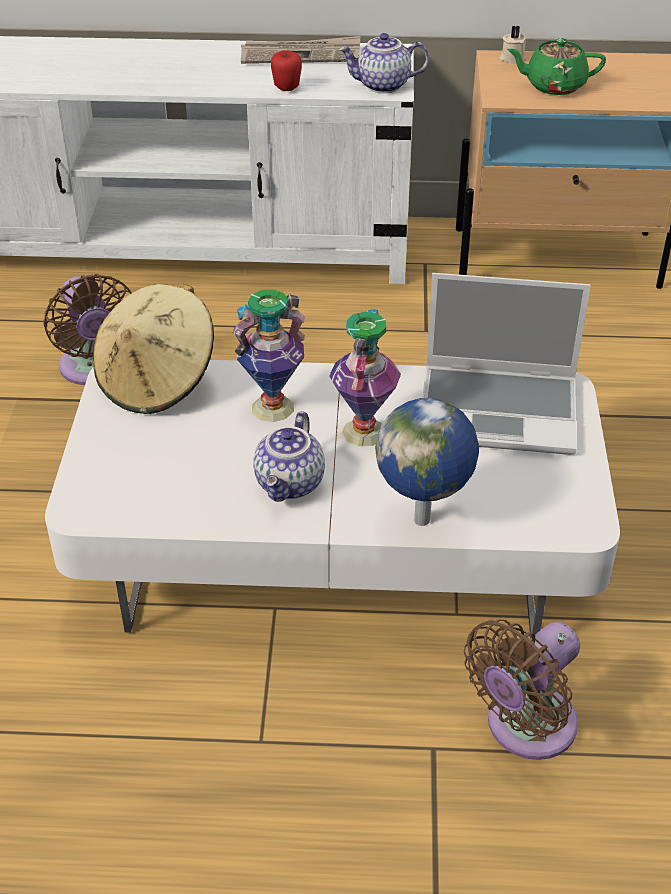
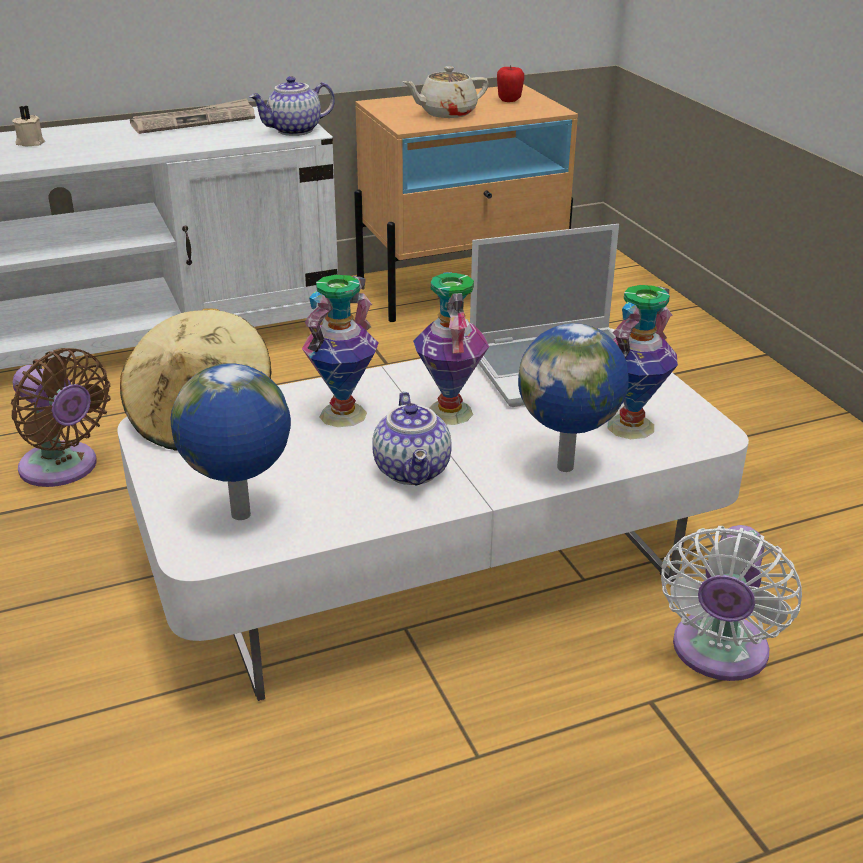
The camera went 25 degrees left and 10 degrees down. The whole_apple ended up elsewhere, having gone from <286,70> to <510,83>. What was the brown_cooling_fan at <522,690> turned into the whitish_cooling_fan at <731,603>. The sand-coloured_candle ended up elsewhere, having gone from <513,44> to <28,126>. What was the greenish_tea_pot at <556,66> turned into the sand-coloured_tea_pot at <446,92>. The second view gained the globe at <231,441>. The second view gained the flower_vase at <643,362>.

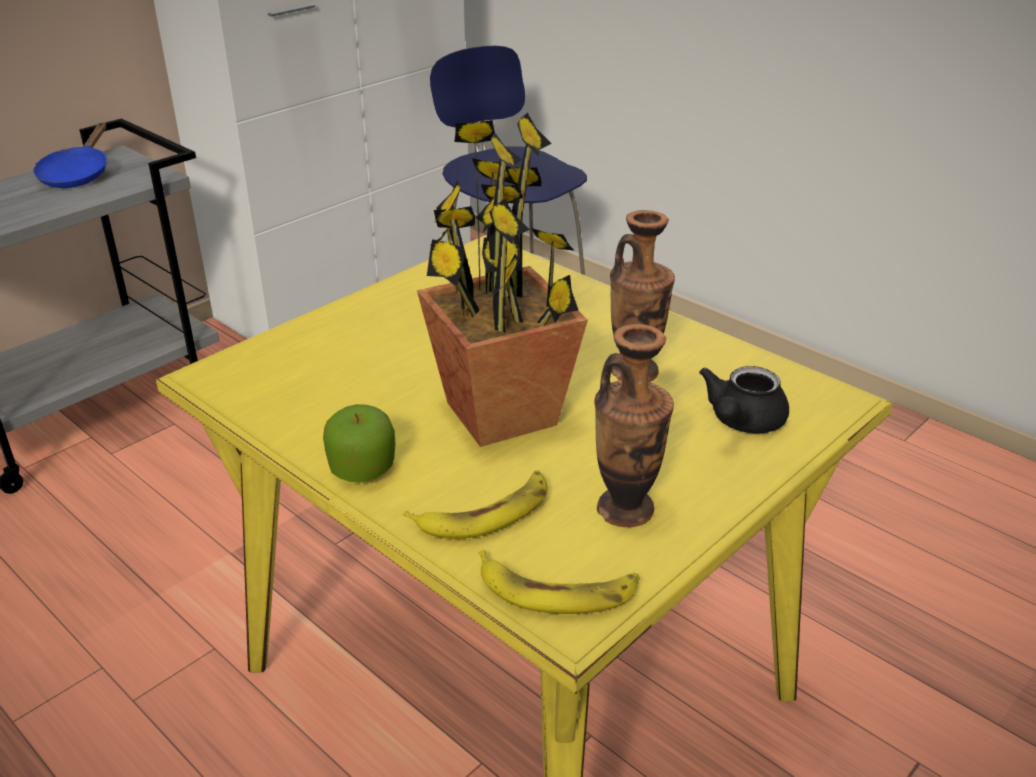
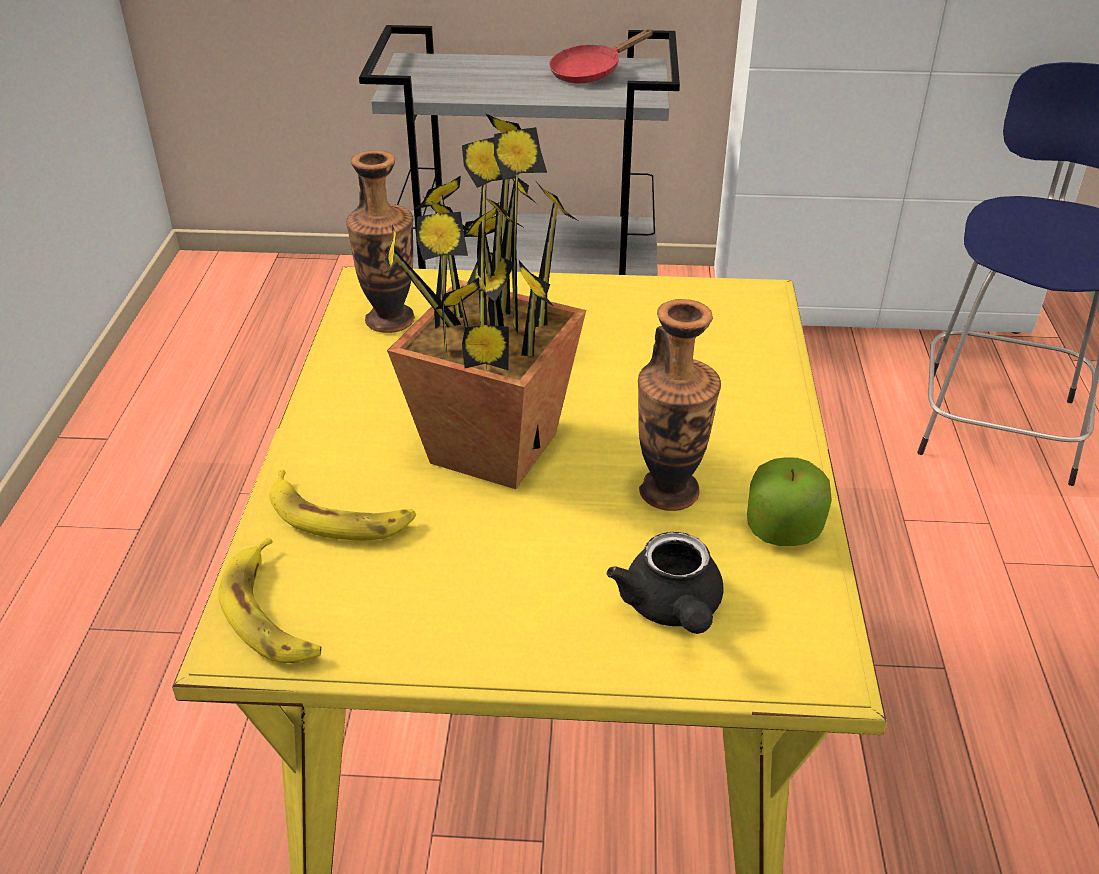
The camera went 50 degrees right and 5 degrees up. What was the bluish_pan at <70,155> turned into the red-coloured_pan at <601,56>. The whole_apple ended up elsewhere, having gone from <359,443> to <789,501>. The flower_vase ended up elsewhere, having gone from <634,425> to <380,241>. The blackish_tea_pot at <744,400> ended up facing another way, 90 degrees counterclockwise from before.

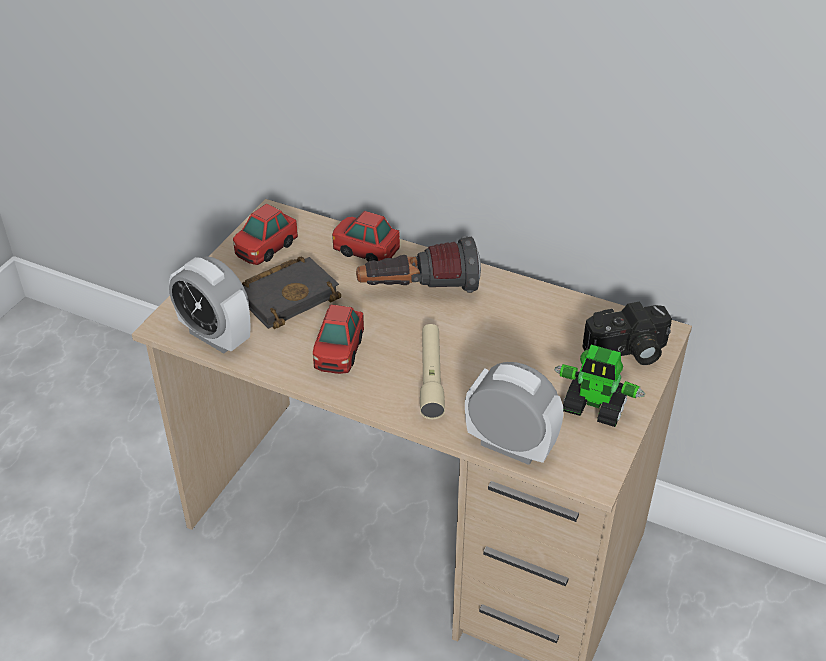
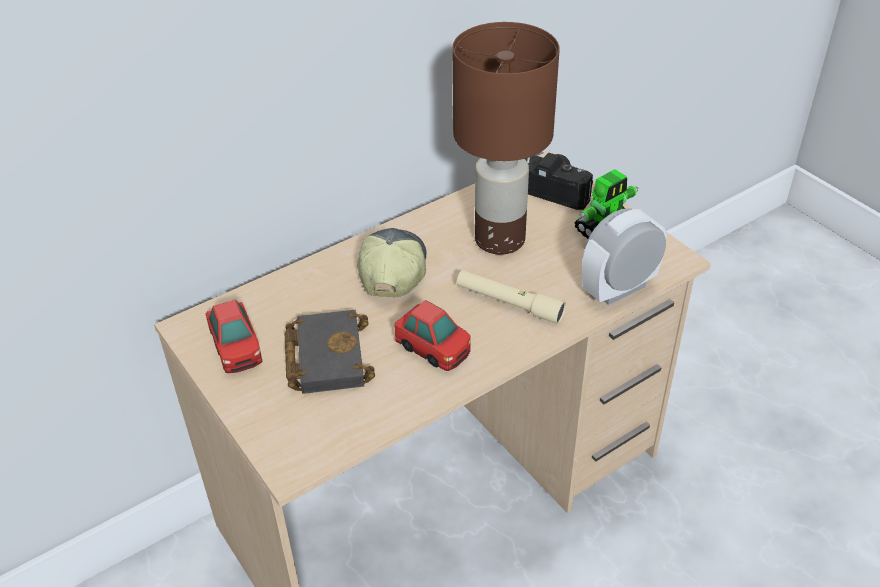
The camera went 60 degrees left and 0 degrees up. The second view lost the table_clock at <210,305>. The second view lost the model_car at <366,236>. Where the flashlight stood at <418,264>, the cap came to stand at <392,263>. The still_camera at <627,333> ended up facing another way, 75 degrees counterclockwise from before. The second view gained the brown_tabletop_lamp at <505,138>.

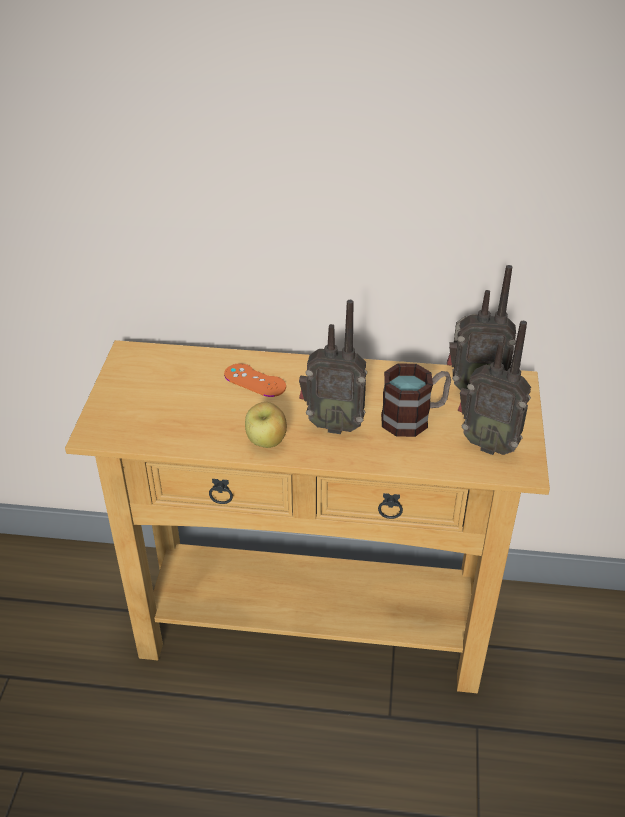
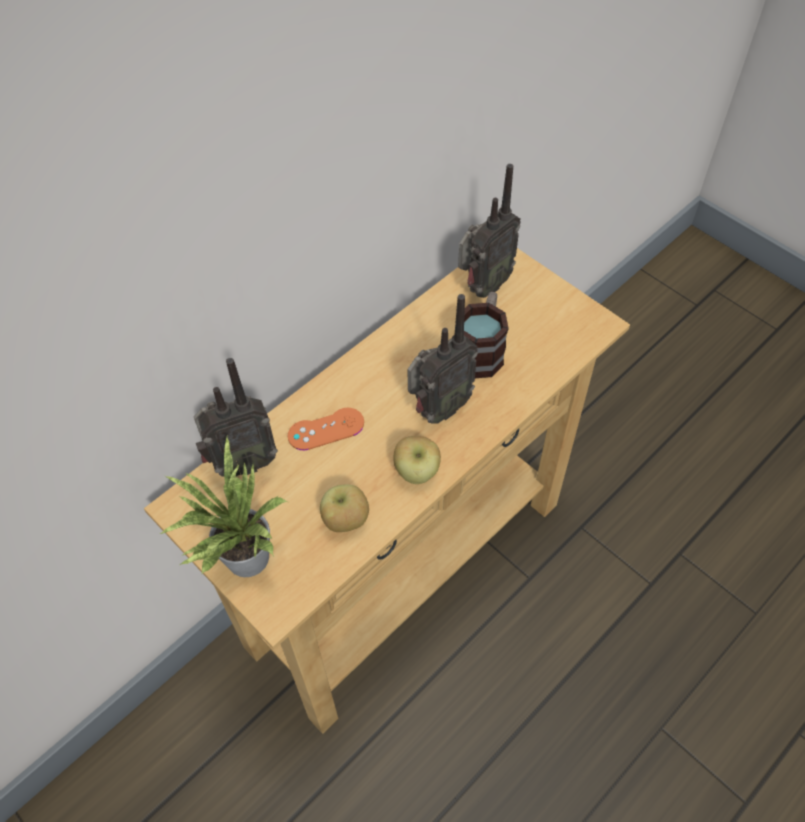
The camera went 50 degrees left and 15 degrees up. The radio_set ended up elsewhere, having gone from <494,388> to <236,417>. The second view gained the potted_plant at <223,507>. The second view gained the whole_apple at <344,508>.

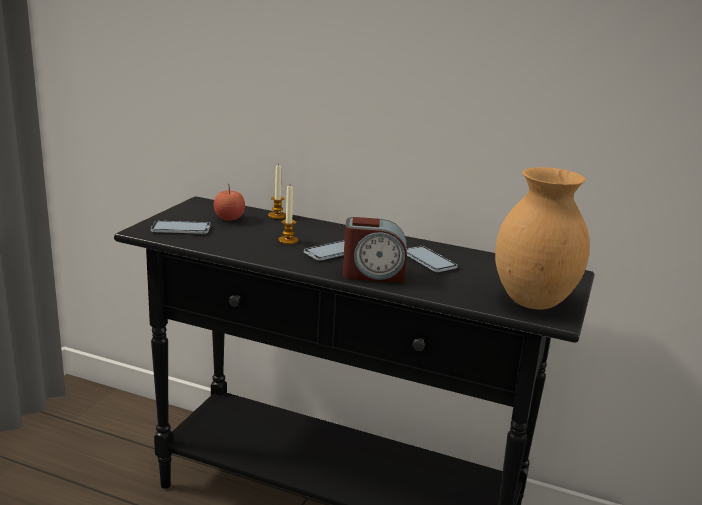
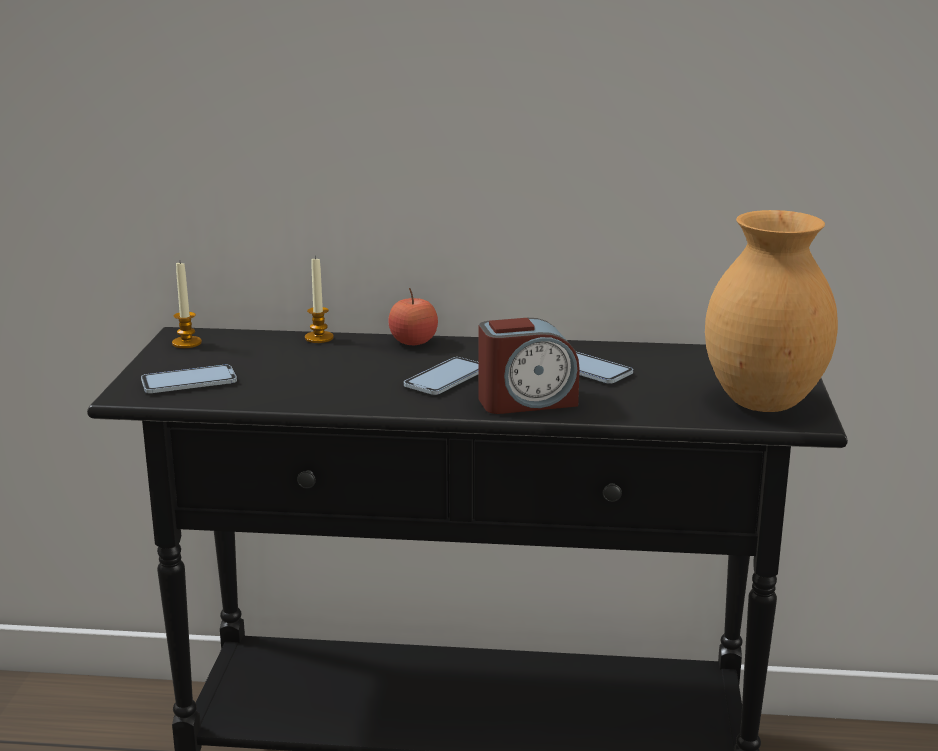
The camera went 15 degrees left and 0 degrees up. The whole_apple ended up elsewhere, having gone from <229,202> to <413,316>. The candle ended up elsewhere, having gone from <288,215> to <187,305>.

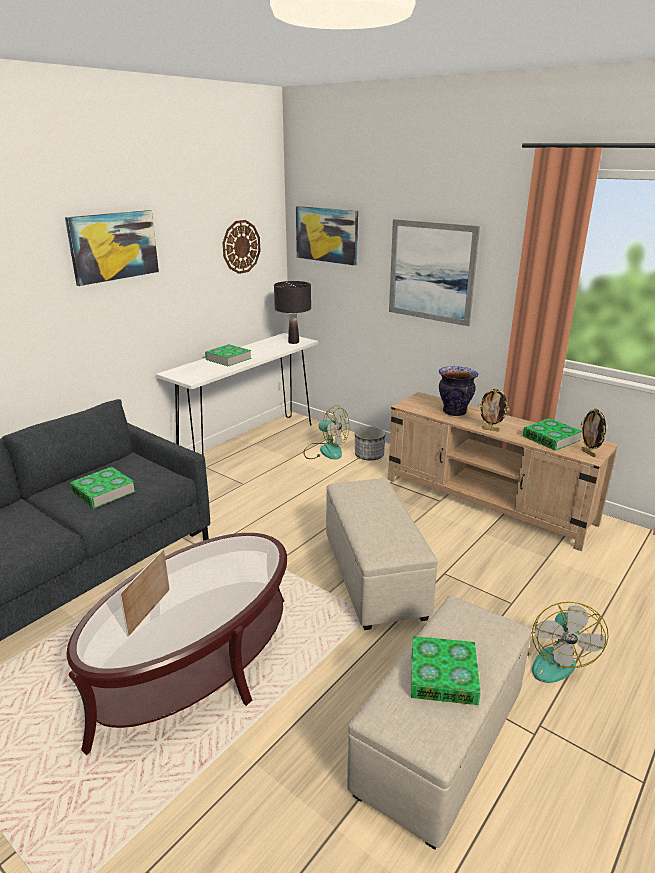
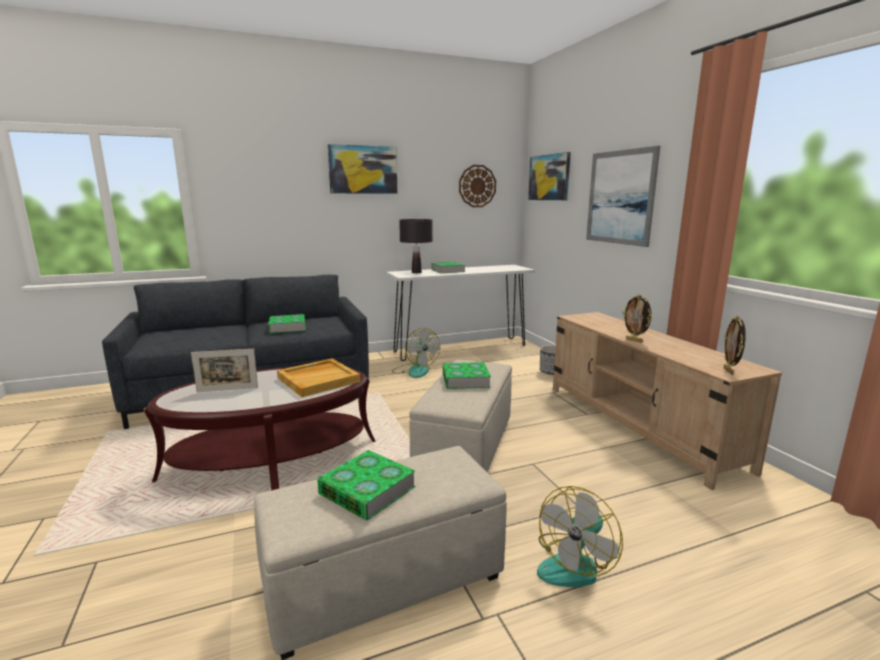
The camera went 30 degrees right and 10 degrees down. The picture_frame at <144,593> ended up facing another way, 150 degrees counterclockwise from before. The blackish_tabletop_lamp ended up elsewhere, having gone from <292,312> to <416,246>. The cooling_fan ended up elsewhere, having gone from <326,433> to <416,353>. The second view lost the flower_vase at <458,391>. The book ended up elsewhere, having gone from <552,434> to <467,375>. The second view gained the sand-coloured_tray at <318,378>.

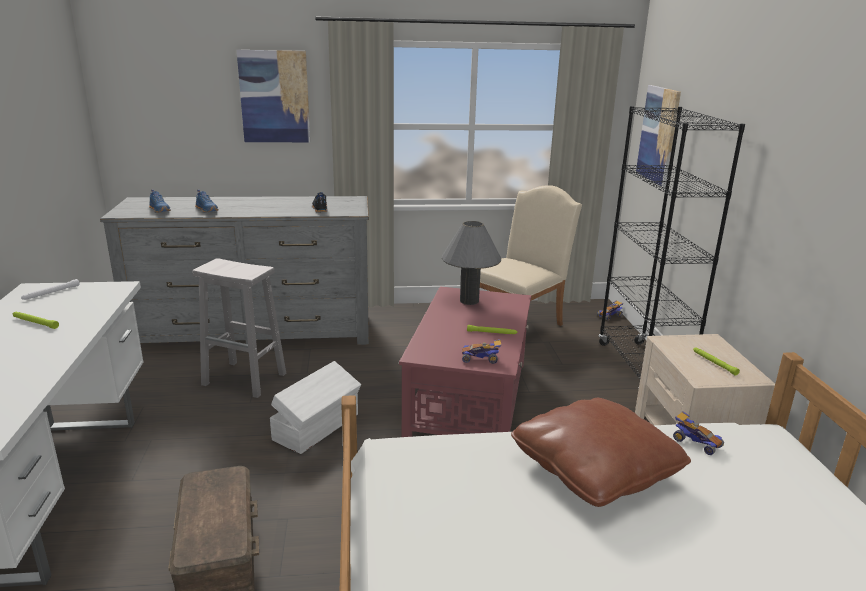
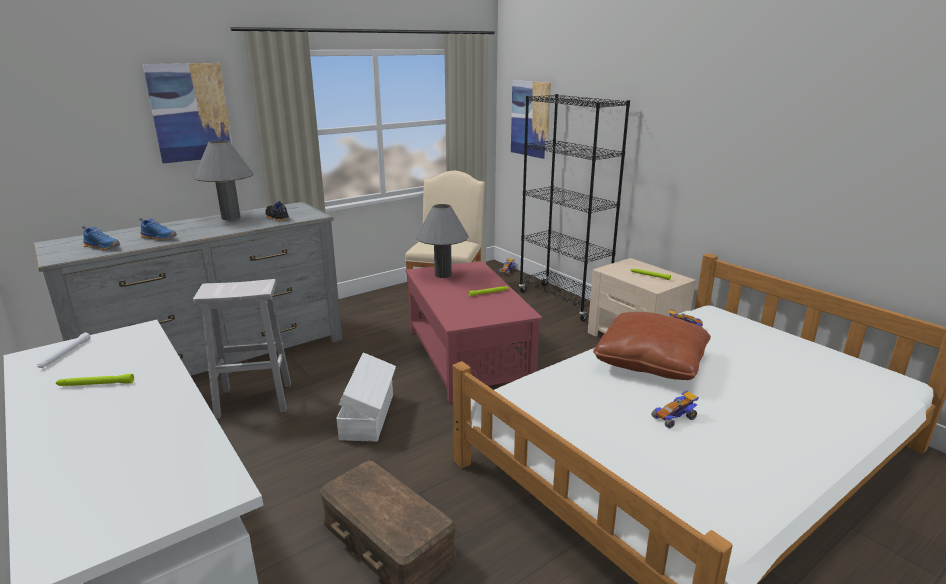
The camera went 30 degrees left and 0 degrees up. The model_car ended up elsewhere, having gone from <481,351> to <675,409>. The second view gained the grey_tabletop_lamp at <223,180>.

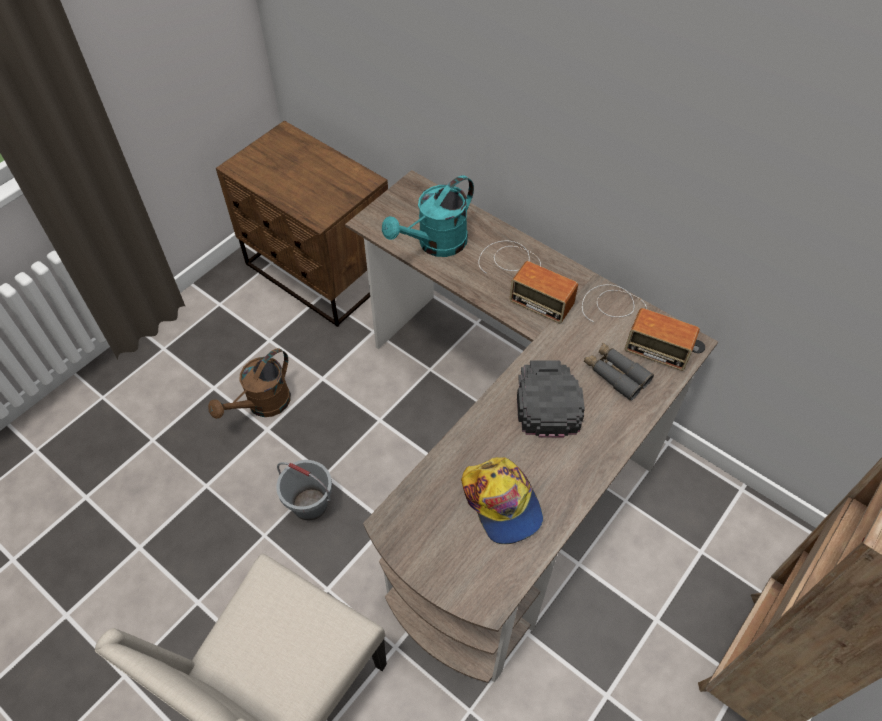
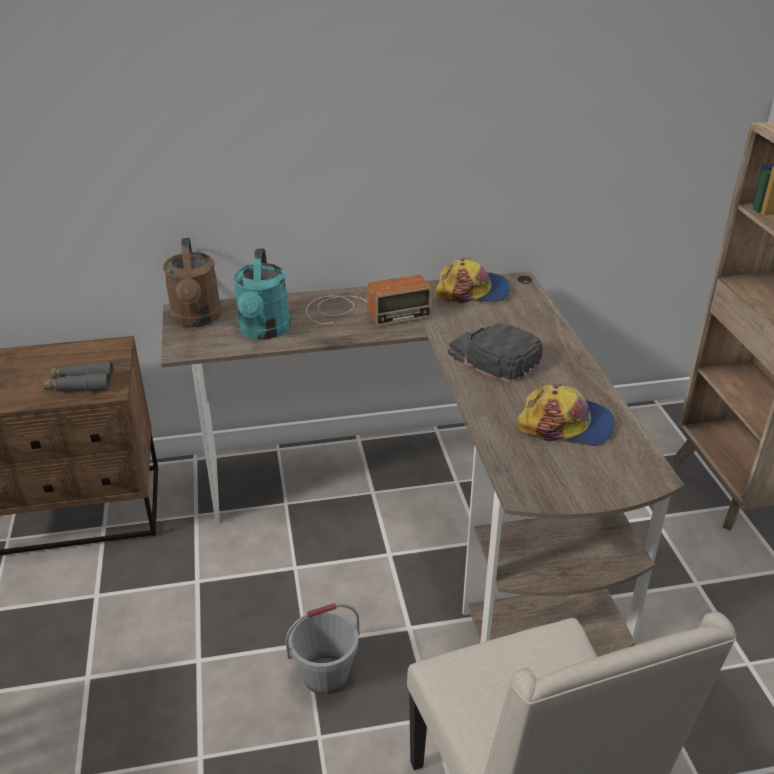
The camera went 50 degrees left and 20 degrees down. The brown_sprinkling_can ended up elsewhere, having gone from <249,383> to <192,282>. Where the radio_set stood at <641,327>, the cap came to stand at <473,280>. The grey_pair_of_binoculars ended up elsewhere, having gone from <619,371> to <78,376>.

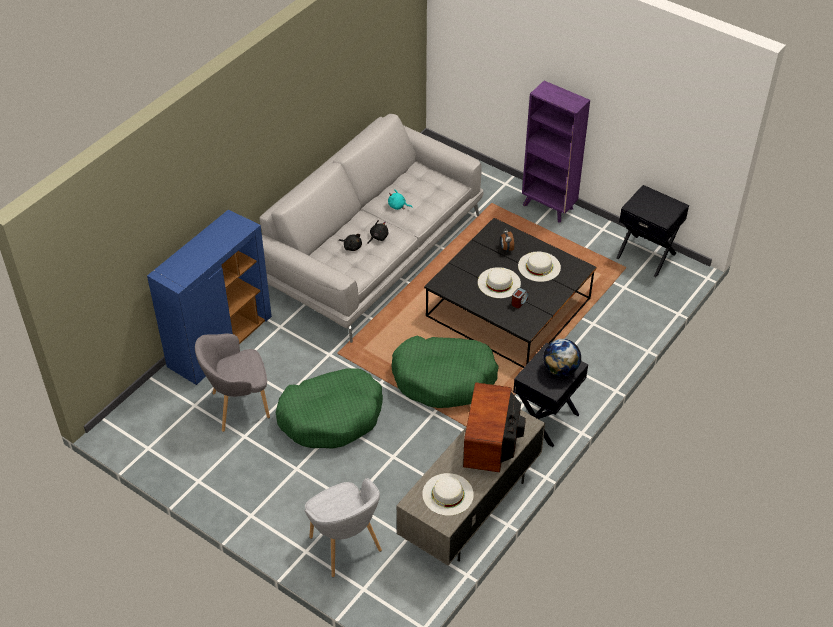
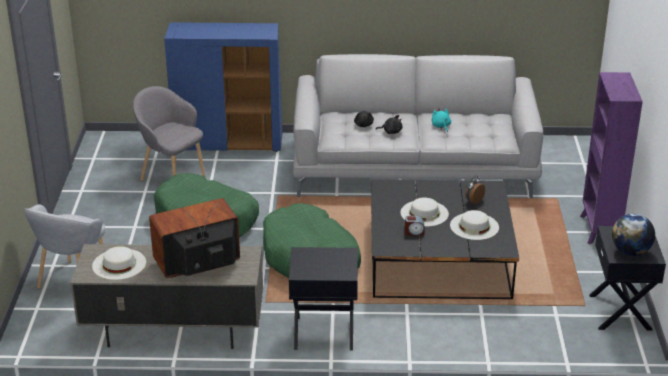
The camera went 55 degrees right and 15 degrees down. The globe ended up elsewhere, having gone from <562,357> to <633,235>.

